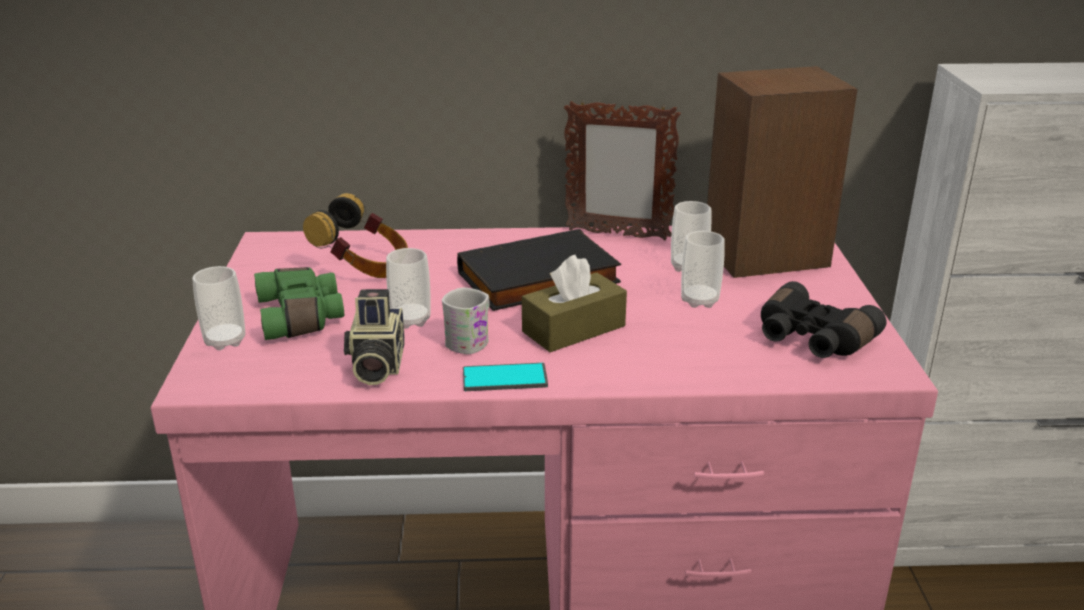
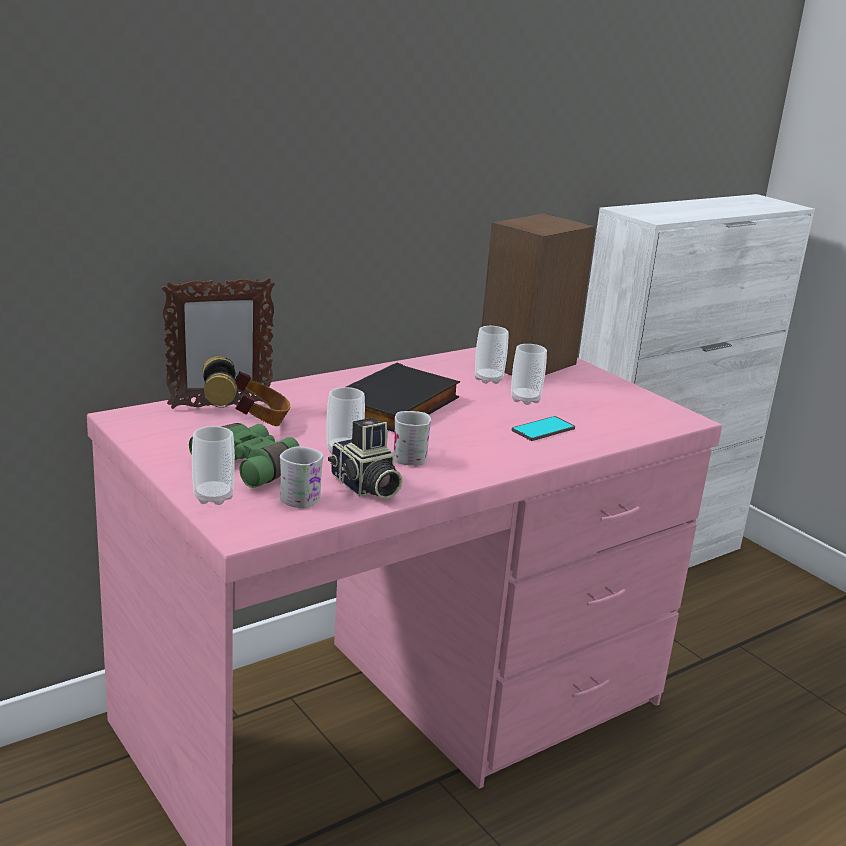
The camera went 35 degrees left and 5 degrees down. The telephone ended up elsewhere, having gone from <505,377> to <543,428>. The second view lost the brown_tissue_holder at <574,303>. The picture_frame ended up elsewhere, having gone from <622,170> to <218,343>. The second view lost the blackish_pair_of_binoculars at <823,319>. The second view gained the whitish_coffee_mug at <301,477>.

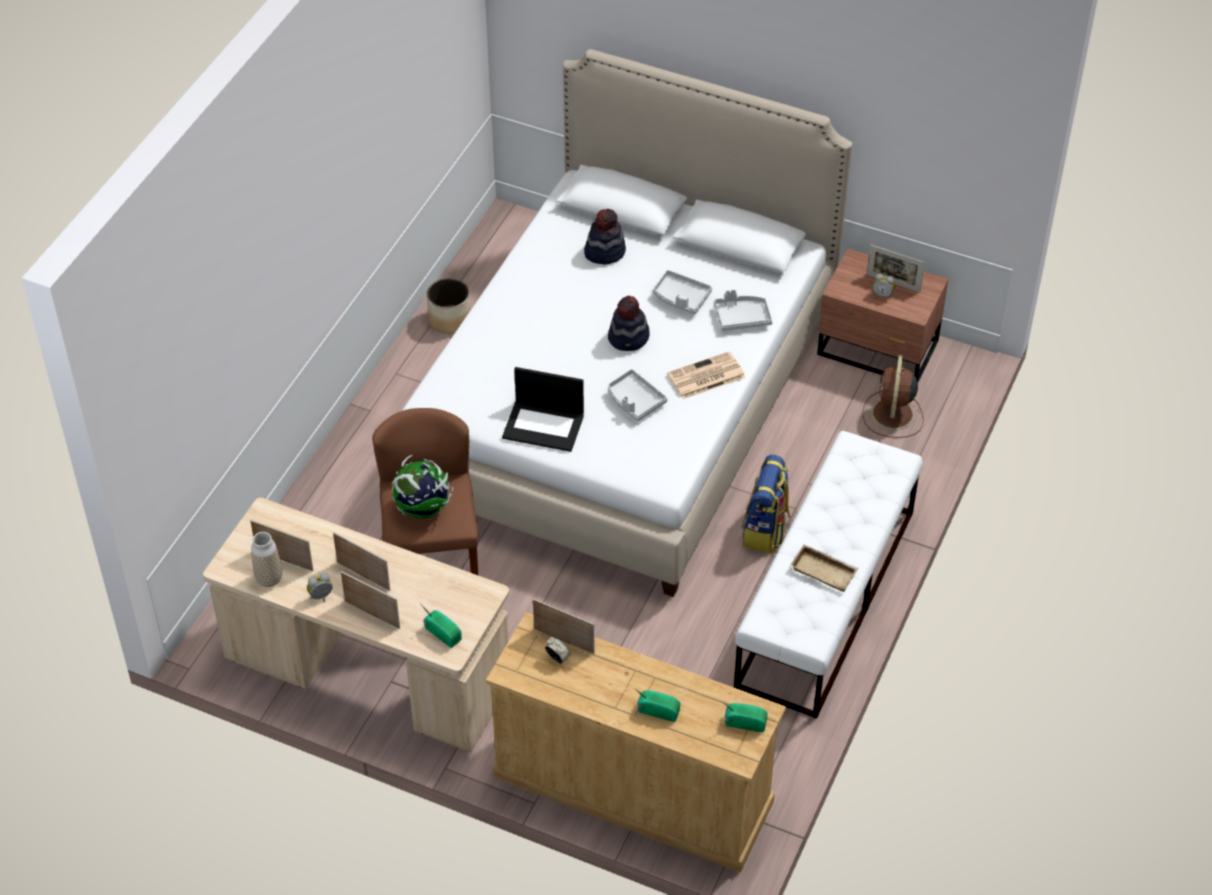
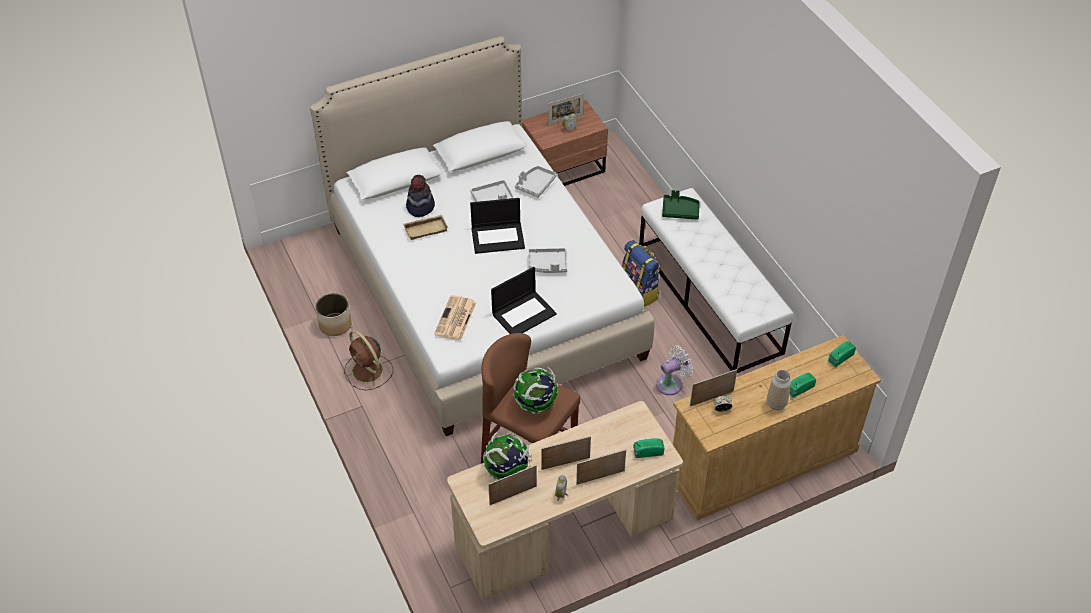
The camera went 50 degrees left and 0 degrees up. The flower_vase ended up elsewhere, having gone from <266,559> to <779,389>. Where the clothing_hat stood at <629,323>, the portable_computer came to stand at <497,226>. The newspaper ended up elsewhere, having gone from <706,375> to <455,318>. The sand-coloured_tray ended up elsewhere, having gone from <824,568> to <425,227>. The brown_cooling_fan ended up elsewhere, having gone from <893,396> to <368,360>. The second view gained the globe at <507,456>. The second view gained the whitish_cooling_fan at <674,370>. The second view gained the greenish_tray at <681,205>.

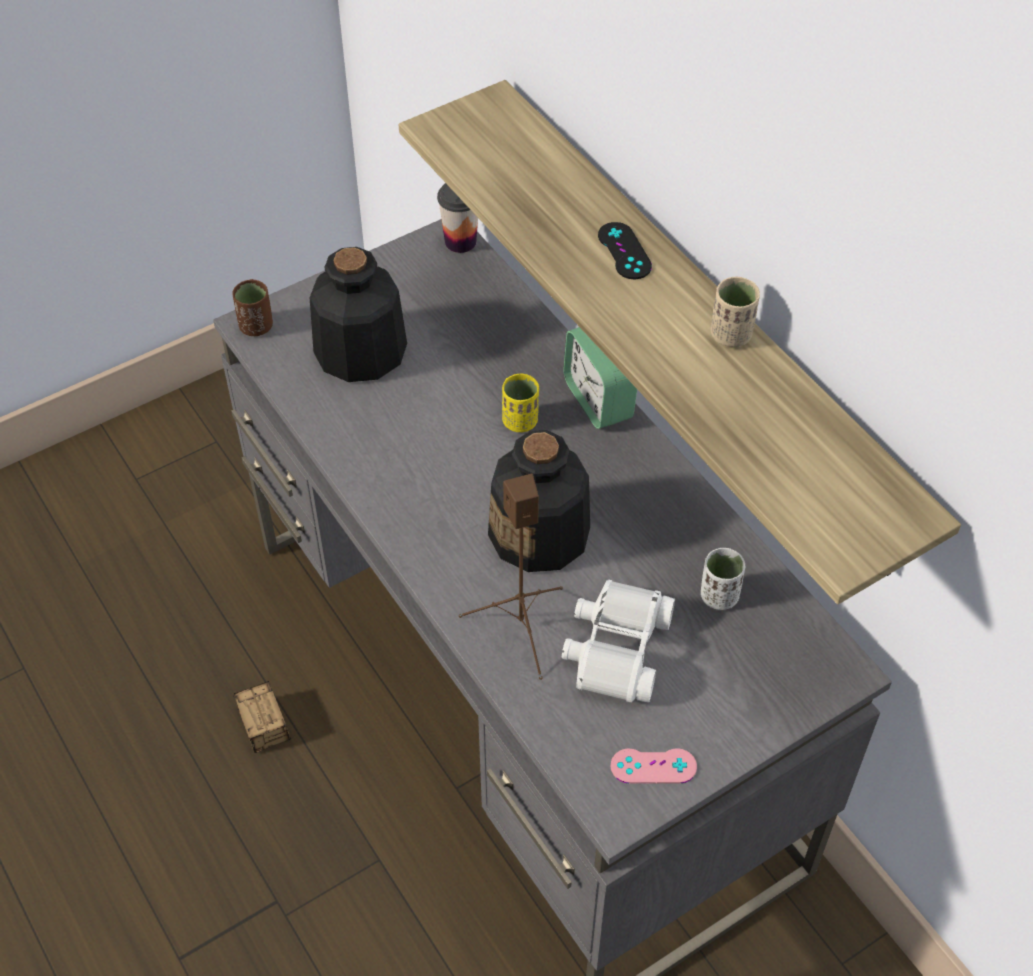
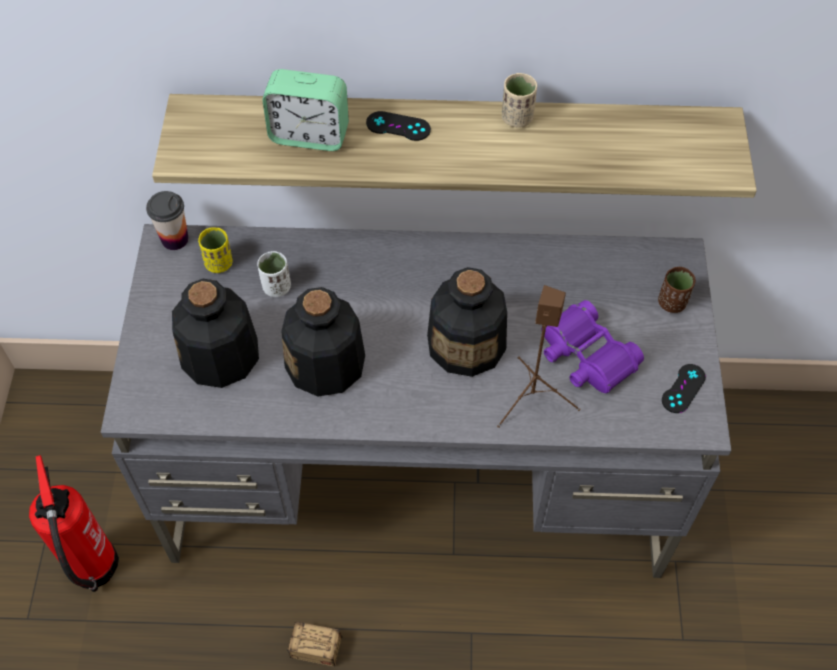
The camera went 55 degrees left and 5 degrees up. The brown_cup ended up elsewhere, having gone from <252,307> to <677,290>. The yellowish_cup ended up elsewhere, having gone from <520,403> to <215,250>. What was the whitish_pair_of_binoculars at <618,641> turned into the purplish_pair_of_binoculars at <593,346>. The table_clock ended up elsewhere, having gone from <600,378> to <305,110>. What was the pink-coloured_joypad at <654,766> turned into the blackish_joypad at <684,388>. The whitish_cup ended up elsewhere, having gone from <723,579> to <274,274>. The second view gained the fire-fighting_cylinder at <74,523>. The second view gained the drink_bottle at <323,342>.

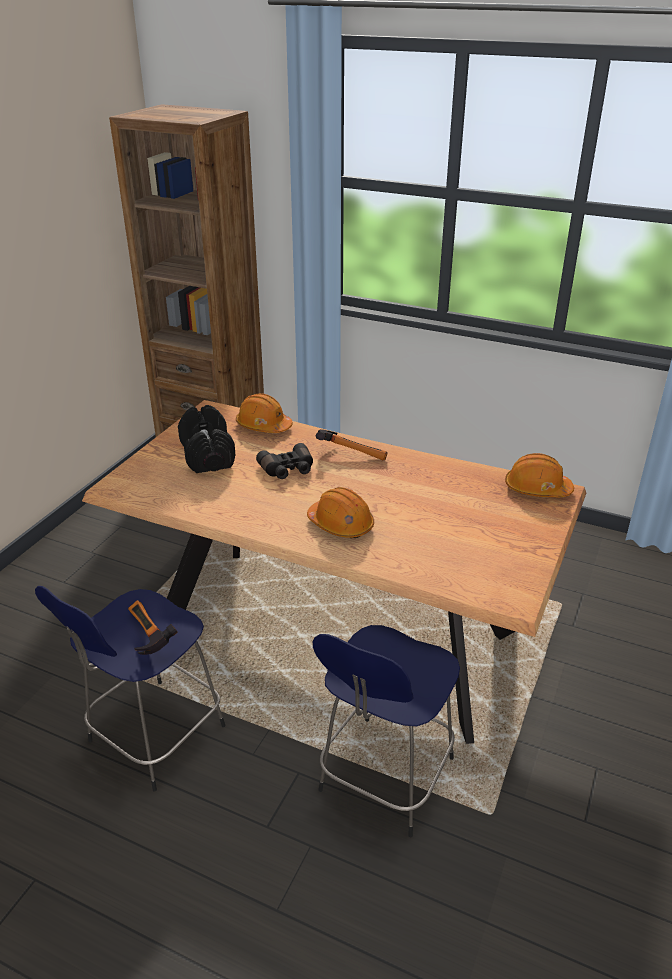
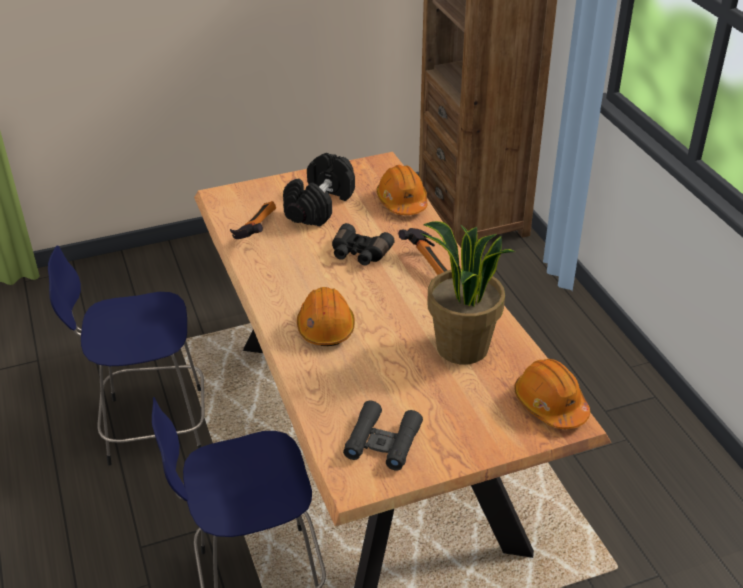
The camera went 45 degrees right and 5 degrees up. The tool_hammer ended up elsewhere, having gone from <153,627> to <253,220>. The second view gained the blackish_pair_of_binoculars at <383,436>. The second view gained the potted_plant at <468,292>.

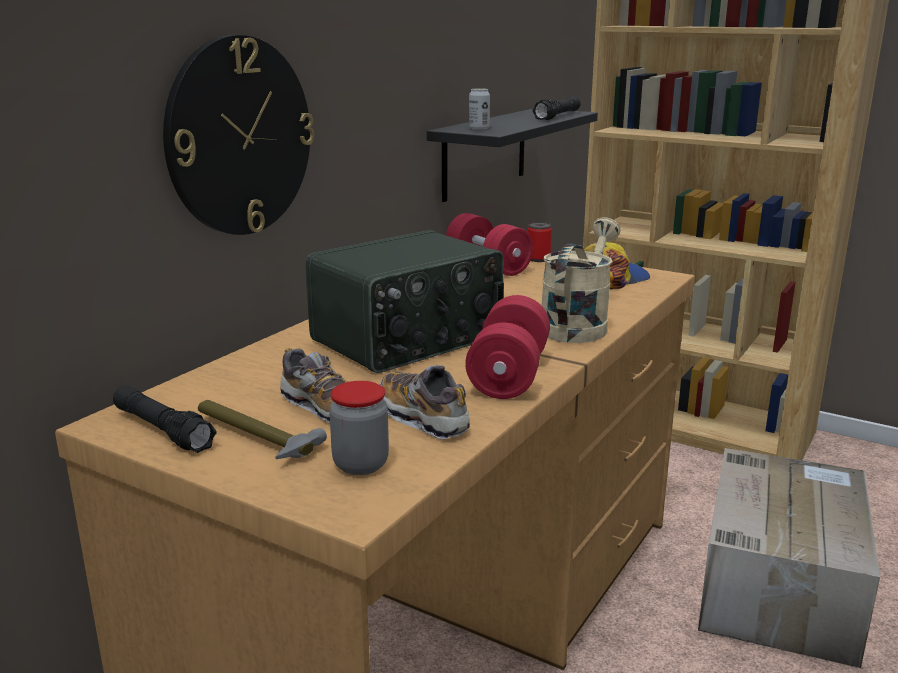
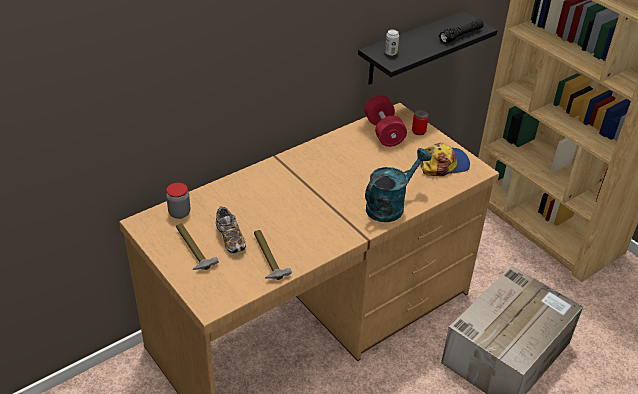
The camera went 20 degrees right and 20 degrees up. The second view lost the blackish_flashlight at <165,419>. The second view lost the wall_clock at <238,135>. The second view lost the radio_set at <404,301>. The jar ended up elsewhere, having gone from <359,428> to <178,201>. Where the shoe stood at <425,402>, the tool_hammer came to stand at <273,255>. The second view lost the red-coloured_hand_weight at <507,347>. What was the sand-coloured_sprinkling_can at <581,280> turned into the turquoise_sprinkling_can at <398,185>.

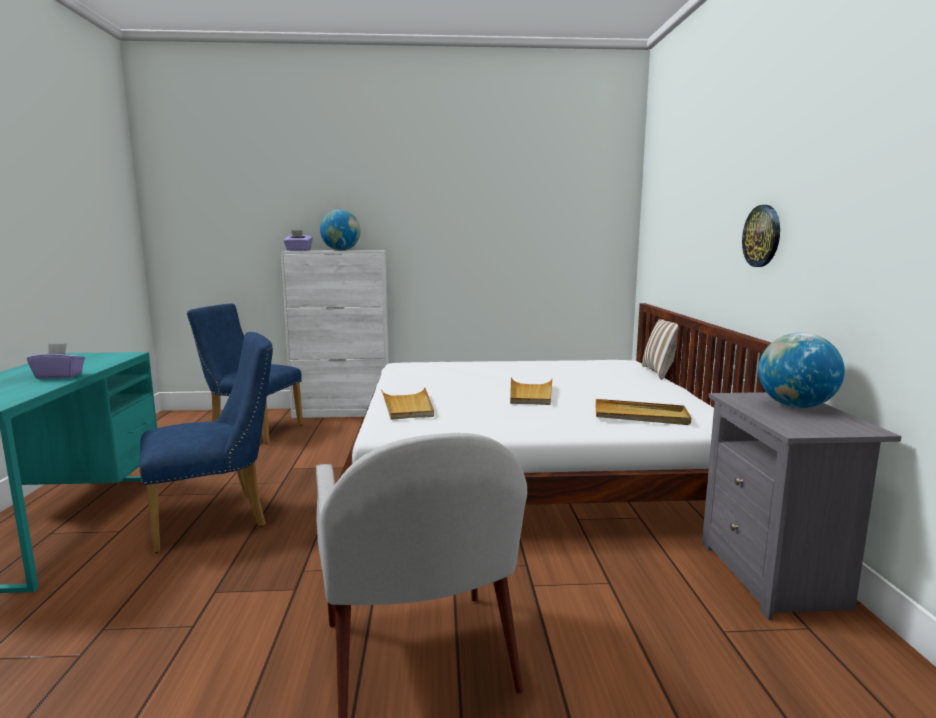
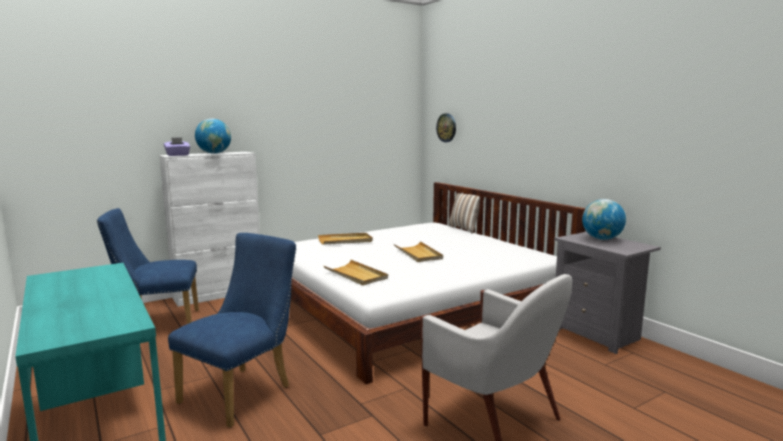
The camera went 30 degrees left and 0 degrees up. The second view lost the purplish_tissue_holder at <56,361>. The sand-coloured_tray ended up elsewhere, having gone from <643,412> to <345,239>. The wall_clock ended up elsewhere, having gone from <761,236> to <446,127>.

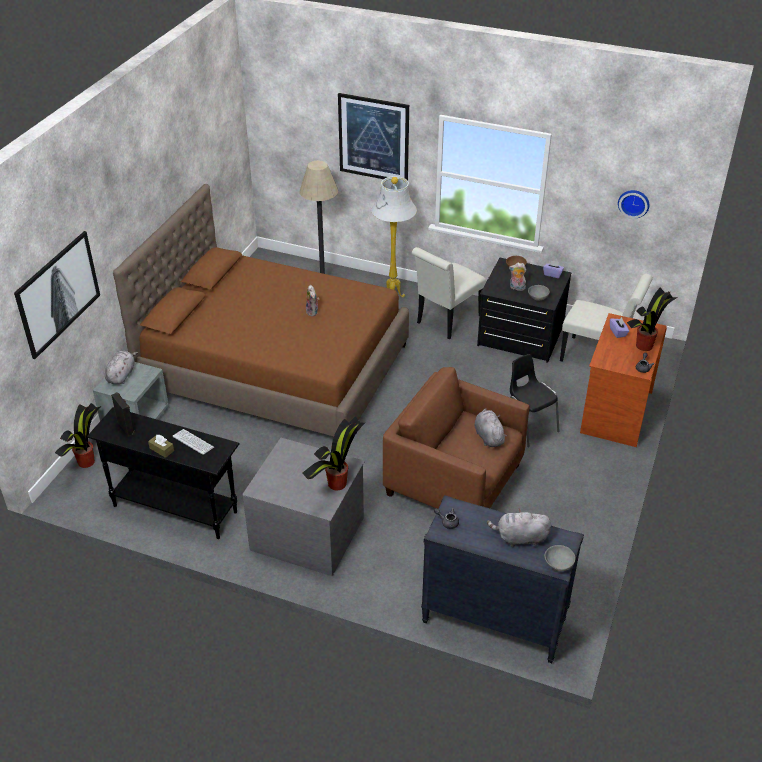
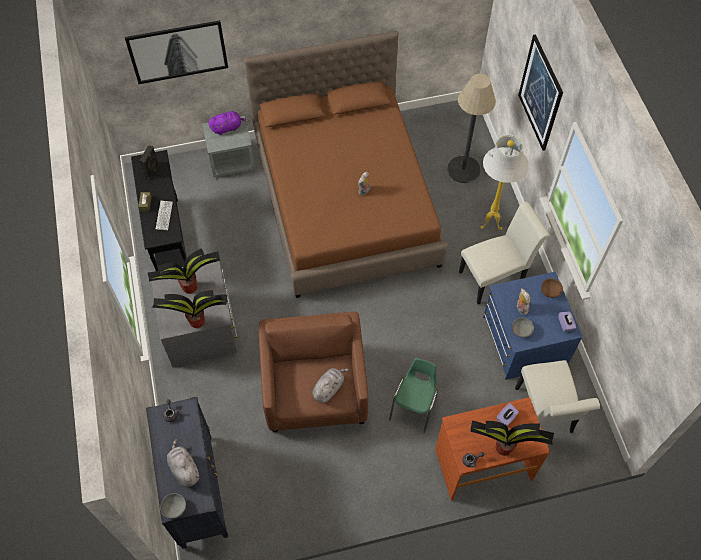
The camera went 55 degrees right and 20 degrees up. The potted_plant ended up elsewhere, having gone from <78,435> to <184,271>. What was the grey_cuddly_toy at <121,367> turned into the purplish_cuddly_toy at <228,123>. The whitish_upright_chair at <449,293> ended up facing another way, 150 degrees clockwise from before. What was the blackish_chest_of_drawers at <524,310> turned into the bluish_chest_of_drawers at <532,326>. What was the blackish_upright_chair at <535,400> turned into the greenish_upright_chair at <413,395>. The second view lost the wall_clock at <633,204>.

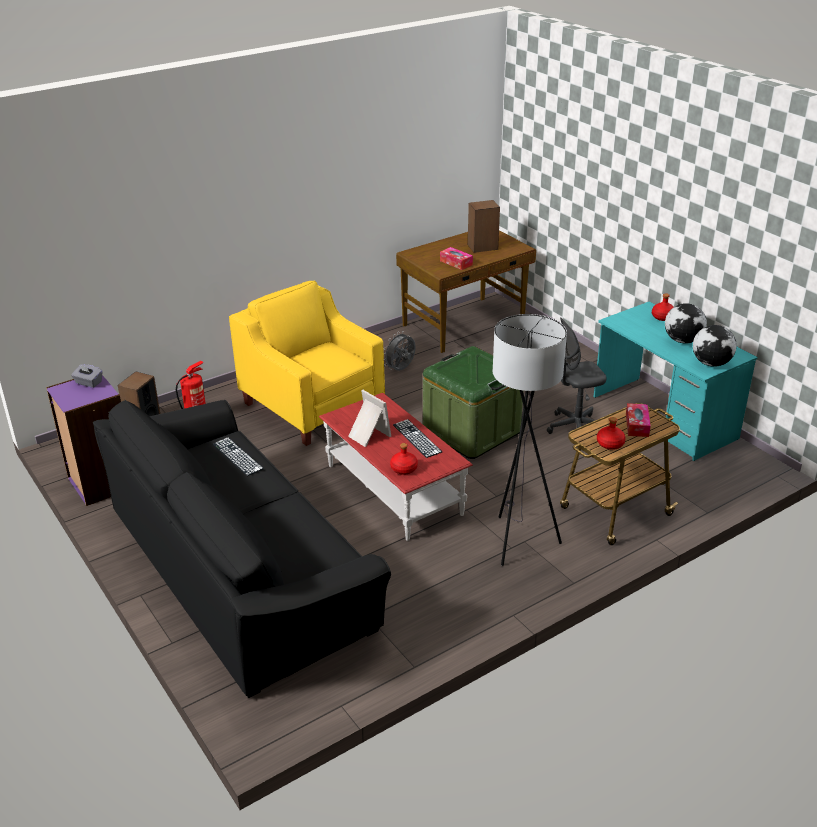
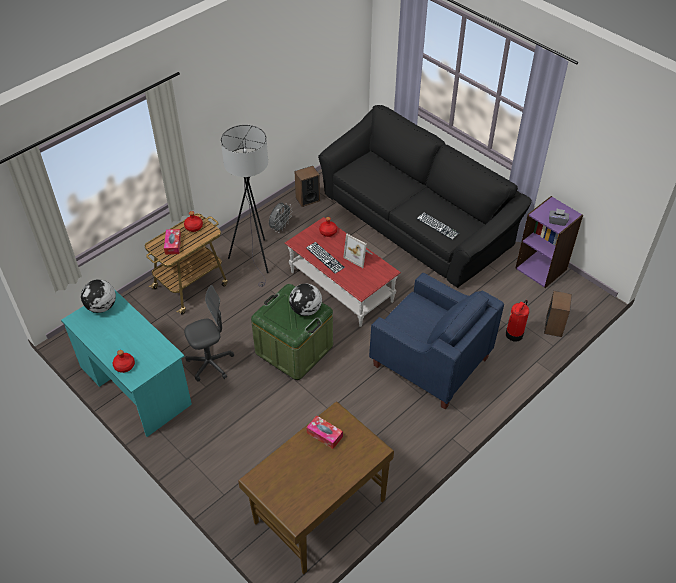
The camera went 170 degrees right and 15 degrees up. What was the yellowish_easy_chair at <307,363> turned into the bluish_easy_chair at <436,341>. The grey_cooling_fan ended up elsewhere, having gone from <400,351> to <280,218>. The audio_speaker ended up elsewhere, having gone from <484,226> to <307,186>. The globe ended up elsewhere, having gone from <686,323> to <305,299>.

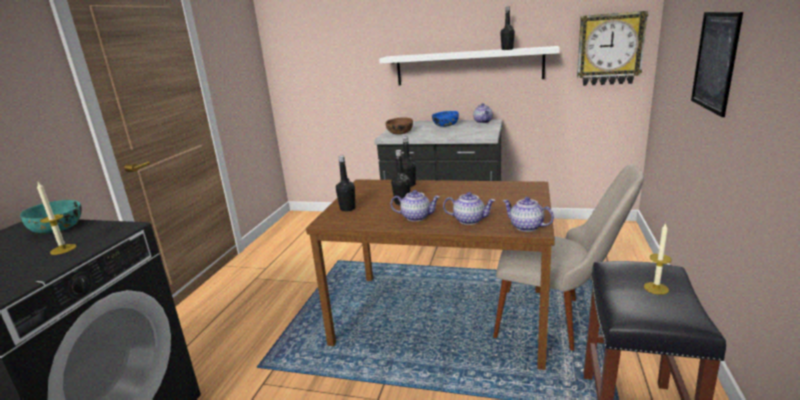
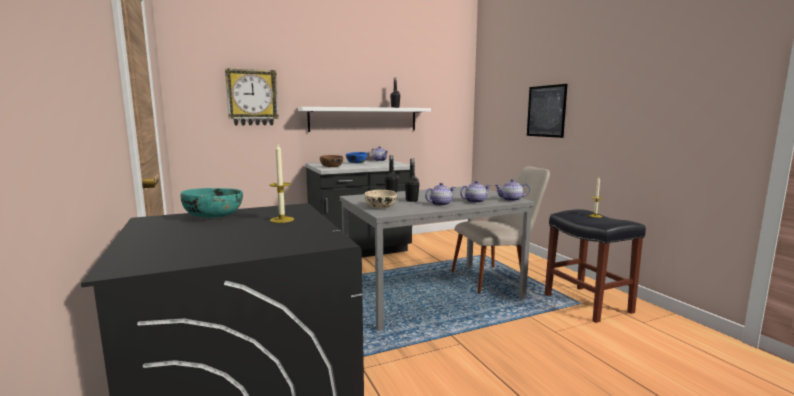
The camera went 40 degrees left and 10 degrees down. What was the brown_dining_table at <430,274> turned into the grey_dining_table at <437,259>. Where the blackish_drink_bottle stood at <345,184>, the sand-coloured_serving_bowl came to stand at <381,199>. The wall_clock ended up elsewhere, having gone from <612,48> to <252,96>.

